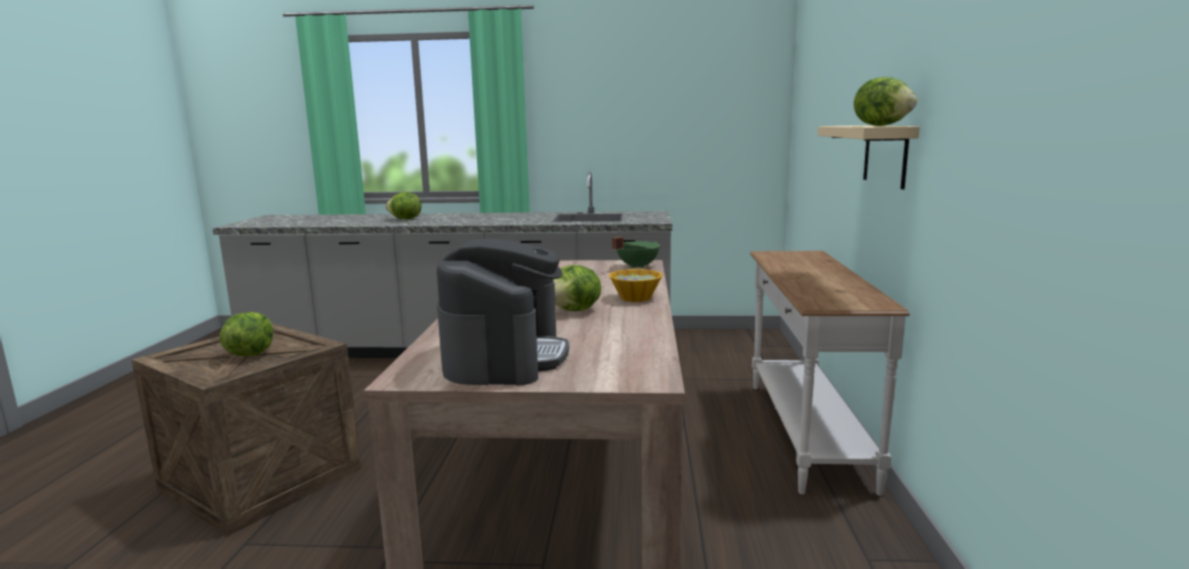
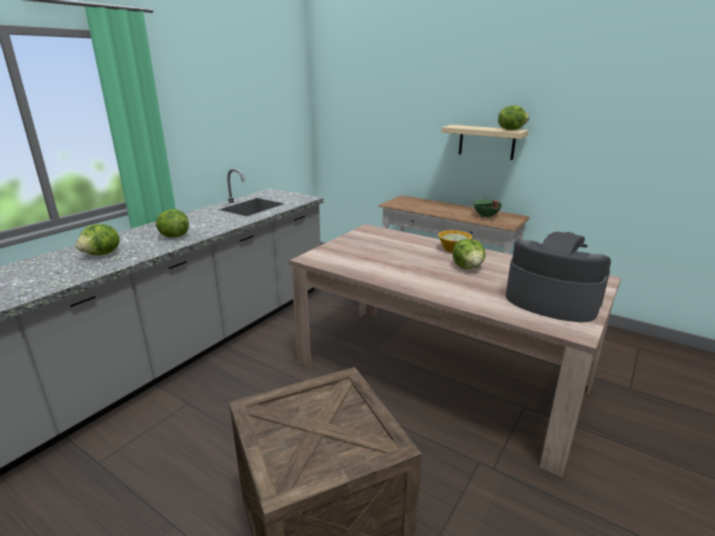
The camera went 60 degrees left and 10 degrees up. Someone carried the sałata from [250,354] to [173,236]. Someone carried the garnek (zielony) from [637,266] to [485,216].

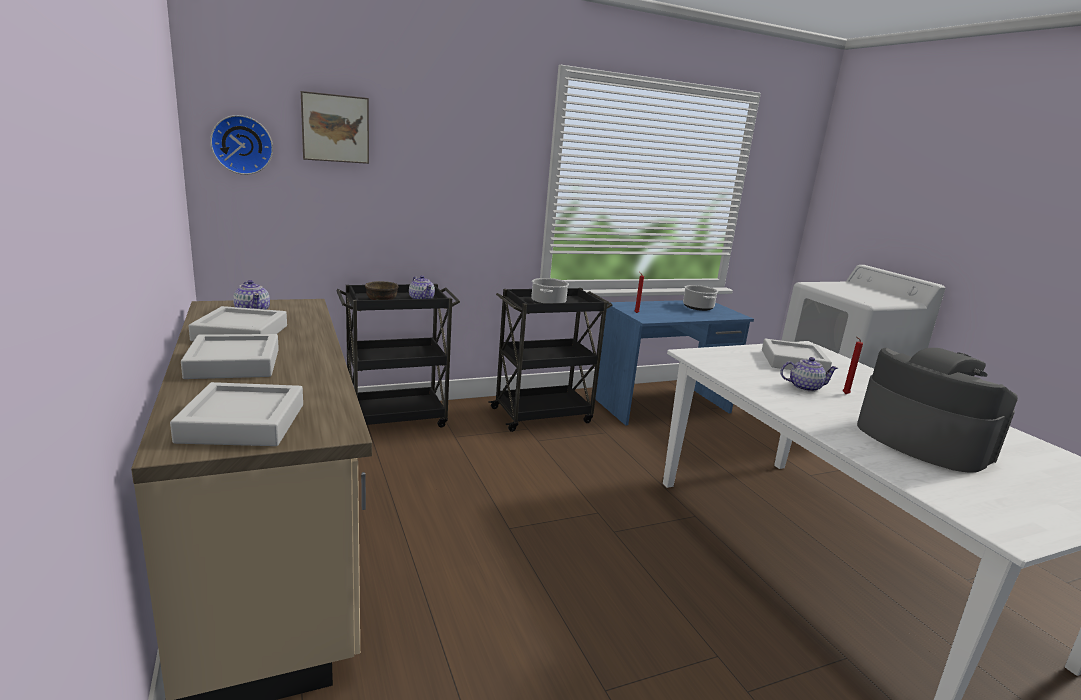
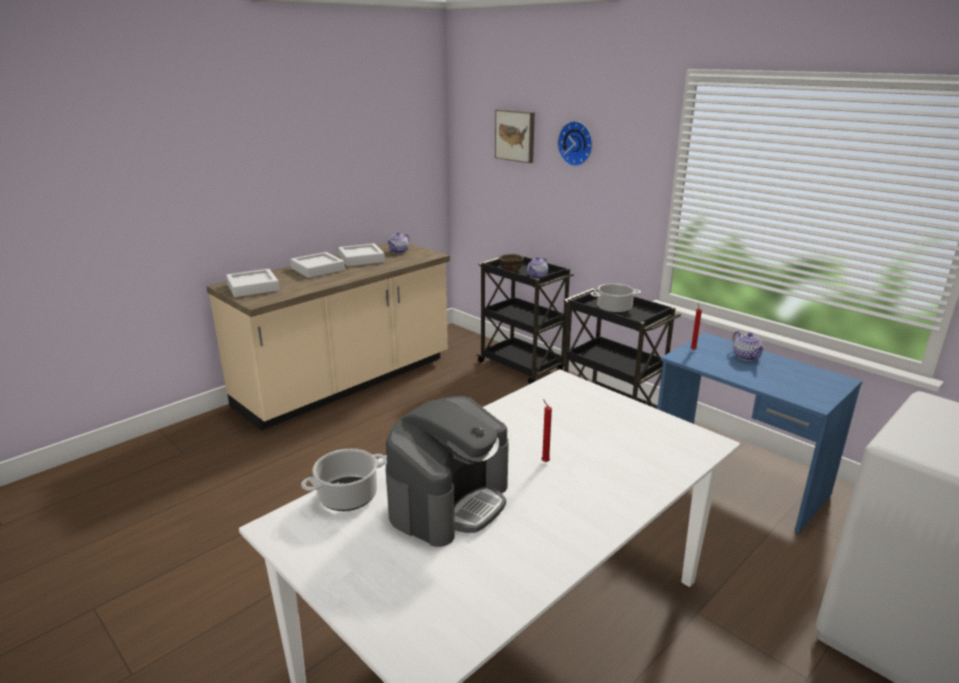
The camera went 70 degrees right and 5 degrees up. Someone carried the zegar ścienny from [242,145] to [577,143]. Someone carried the garnek from [698,307] to [347,496]. Someone took away the taca (szary) at [793,362]. Someone carried the imbryk from [804,387] to [746,356].

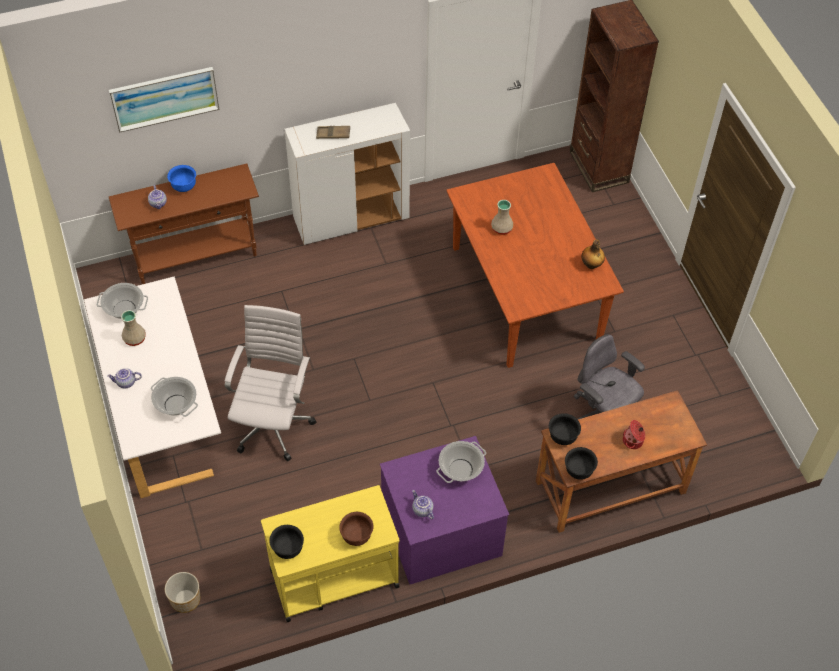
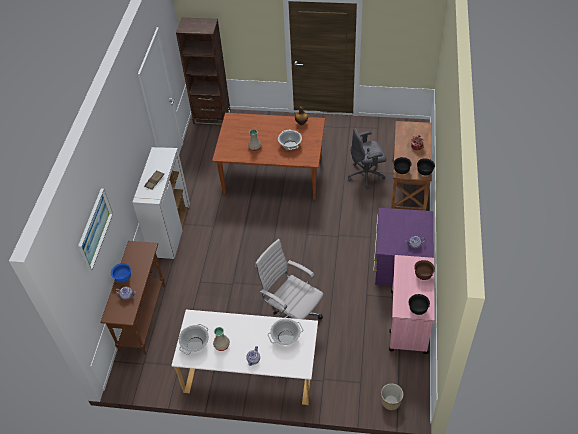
The camera went 60 degrees left and 5 degrees down. Someone repainted the wózek (żółty) at [333,578], which became the wózek (różowy) at [408,322]. Someone carried the garnek from [460,469] to [290,145].

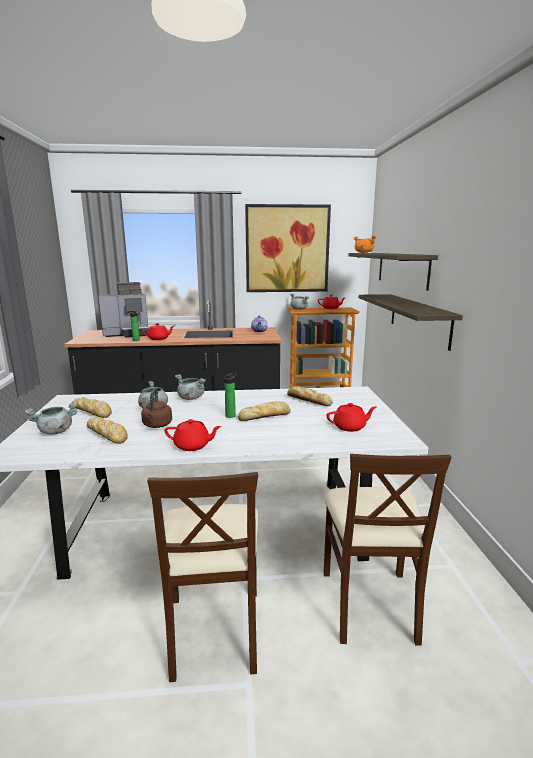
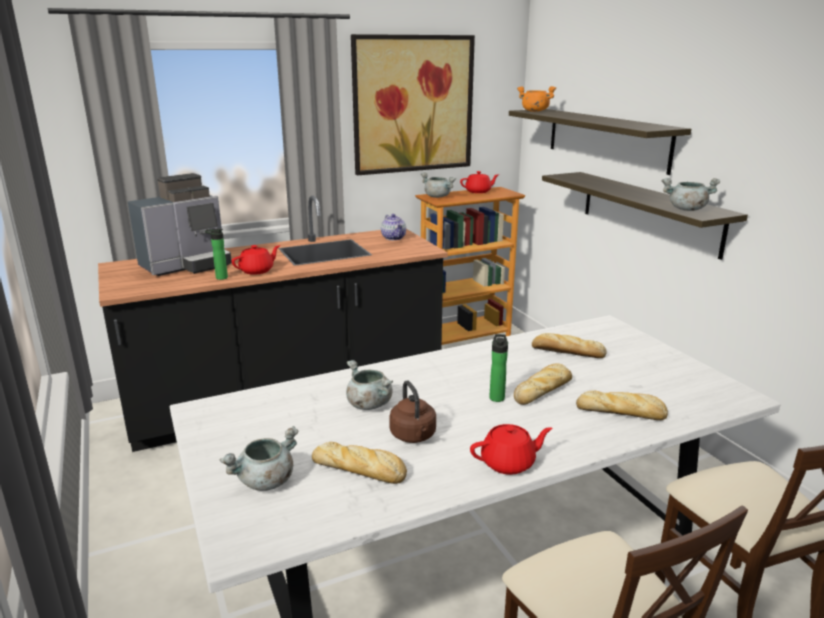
The camera went 20 degrees left and 5 degrees up. Someone carried the chleb from [92,412] to [622,412]. Someone carried the garnek (szary) from [190,398] to [686,209]. Someone took away the imbryk (czerwony) at [350,427].

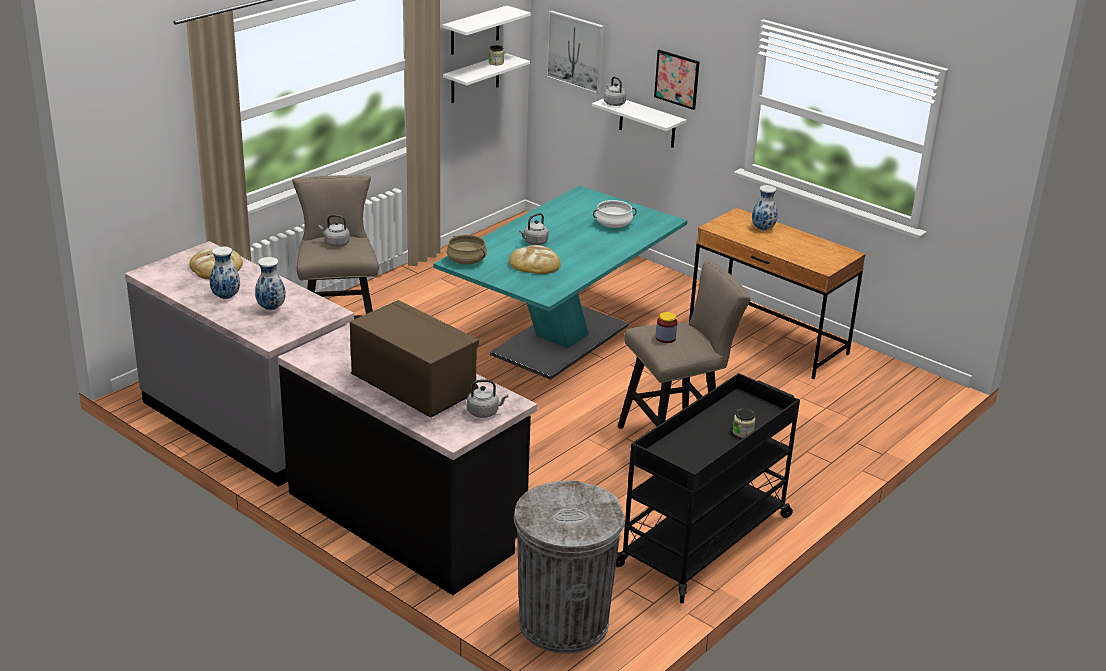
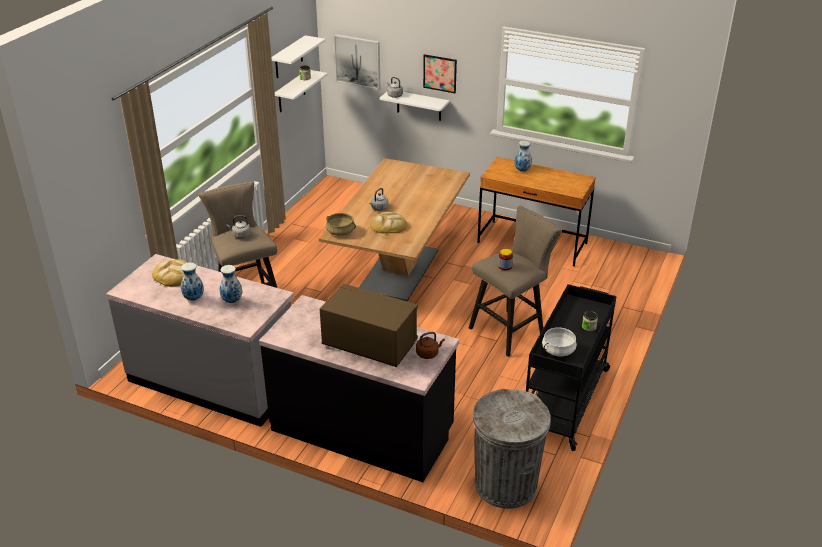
The camera went 15 degrees left and 5 degrees up. Someone repainted the stół jadalny (turkusowy) at [560,340], which became the stół jadalny (brązowy) at [399,270]. Someone repainted the czajnik (szary) at [484,412], which became the czajnik (brązowy) at [428,354]. Someone carried the garnek (biały) from [613,225] to [558,350].

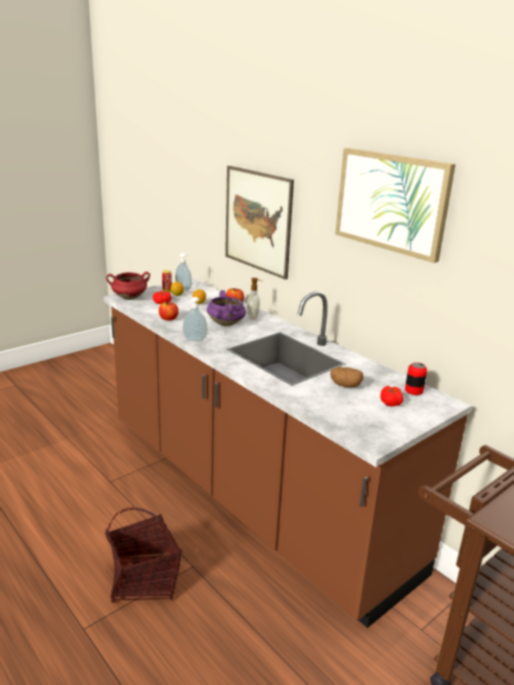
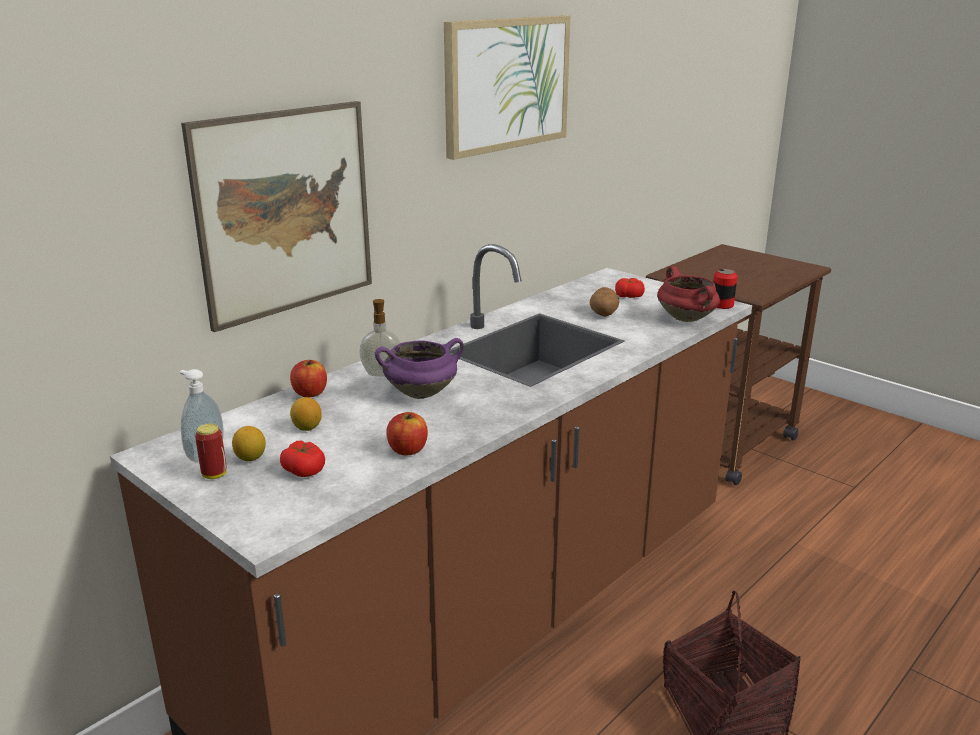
The camera went 95 degrees left and 0 degrees up. Someone carried the garnek (czerwony) from [129,298] to [687,319]. Someone took away the dozownik mydła at [194,340]. Someone carried the puszka from [413,391] to [722,305].

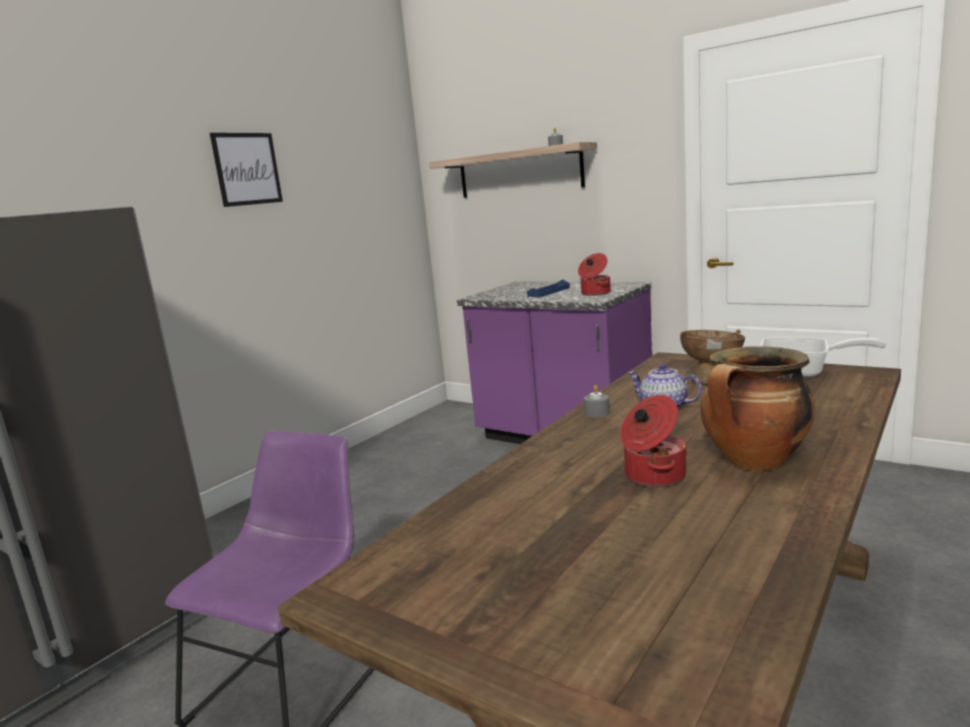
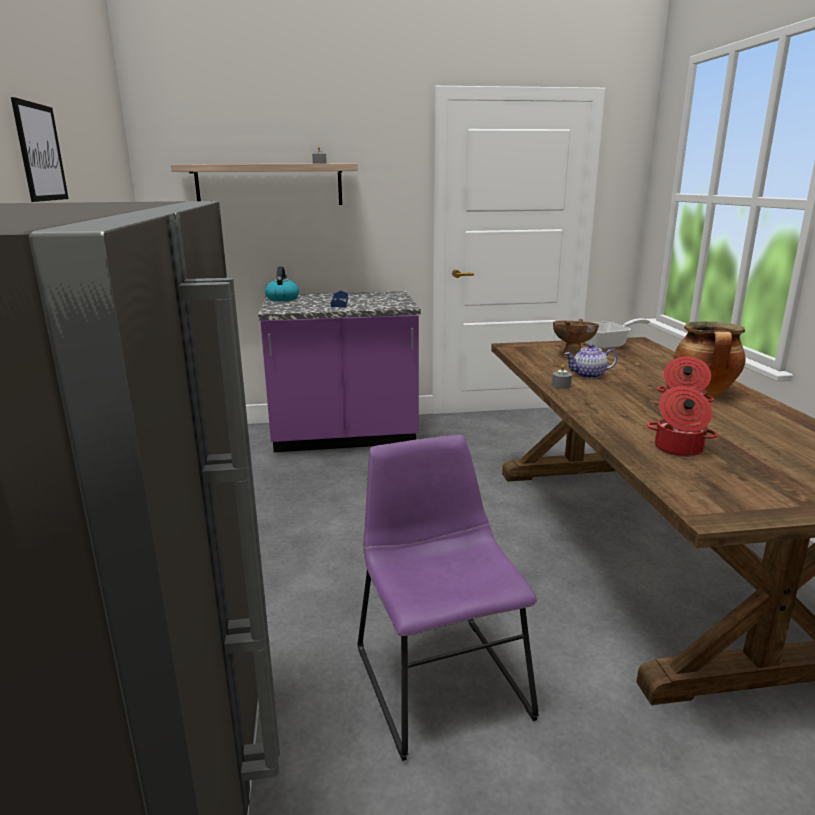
The camera went 45 degrees left and 5 degrees up. Someone carried the garnek from [595,293] to [678,449]. Someone put down the czajnik at [282,298].

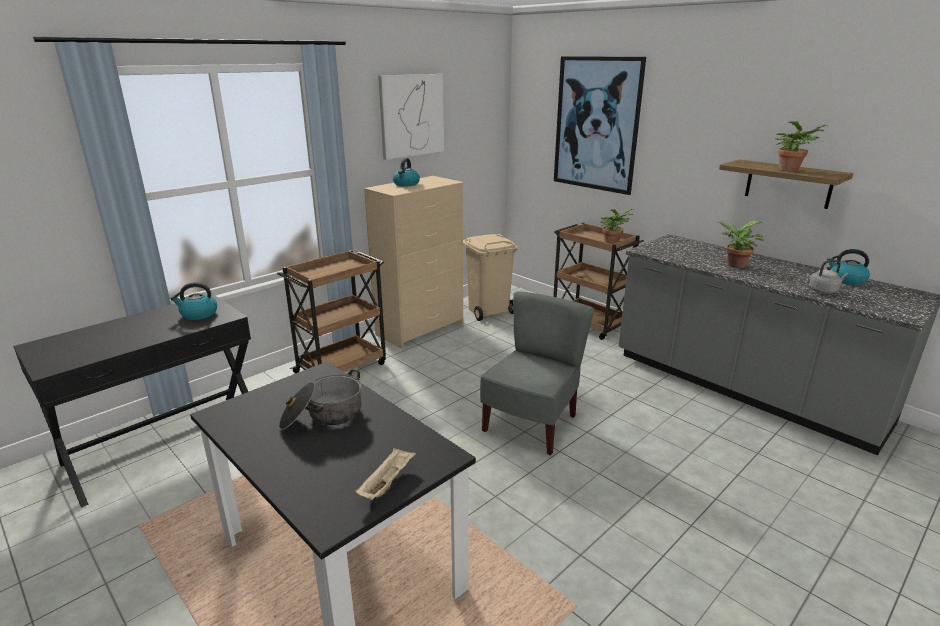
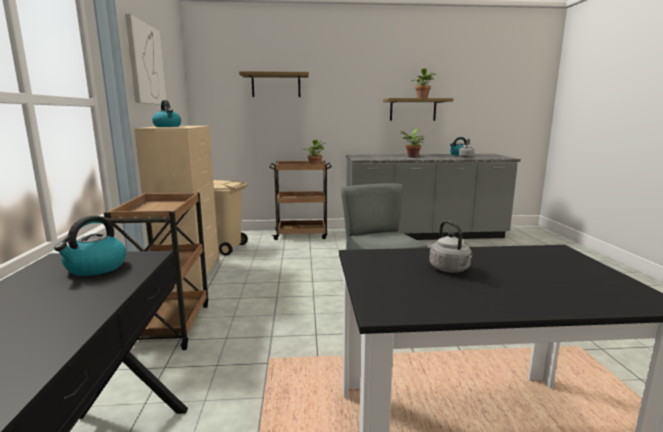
The camera went 50 degrees left and 10 degrees down. Someone swapped the garnek at [322,416] for the czajnik (szary) at [450,269]. Someone took away the taca (beżowy) at [387,482]. Someone swapped the obraz at [596,124] for the półka at [276,85].

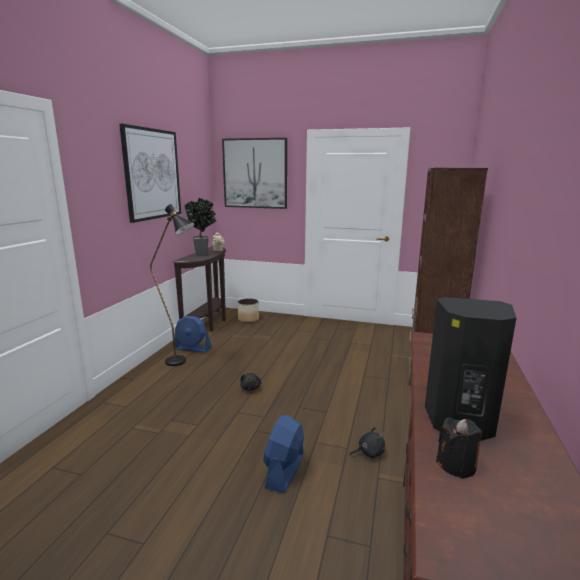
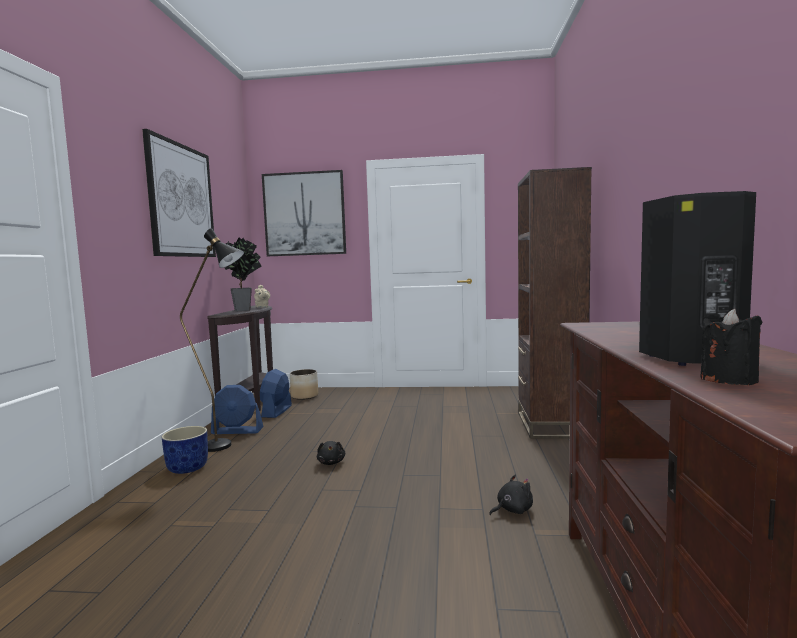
The camera went 10 degrees left and 10 degrees down. Someone carried the wentylator (niebieski) from [284,471] to [276,411]. Someone put down the donica (niebieski) at [187,468].

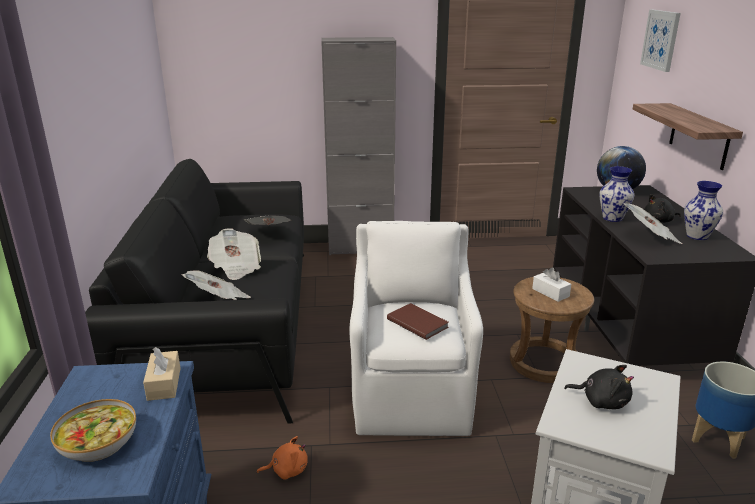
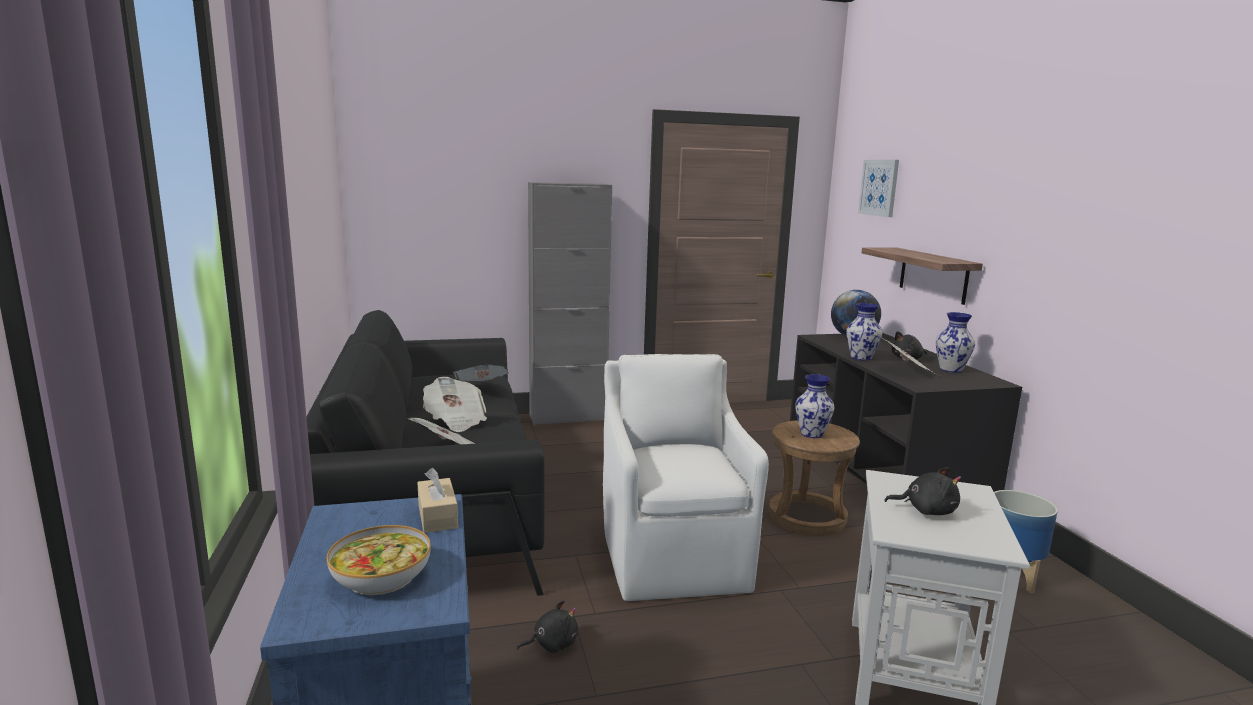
The camera went 10 degrees left and 10 degrees down. Someone repainted the pluszak (pomarańczowy) at [287,470], which became the pluszak (czarny) at [552,644]. Someone took away the książka (brązowy) at [417,322]. Someone swapped the pudełko chusteczek (biały) at [550,292] for the wazon at [812,434].

